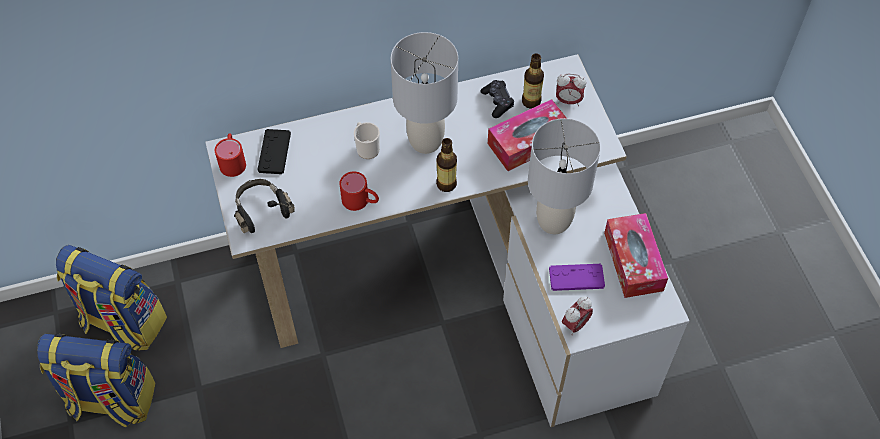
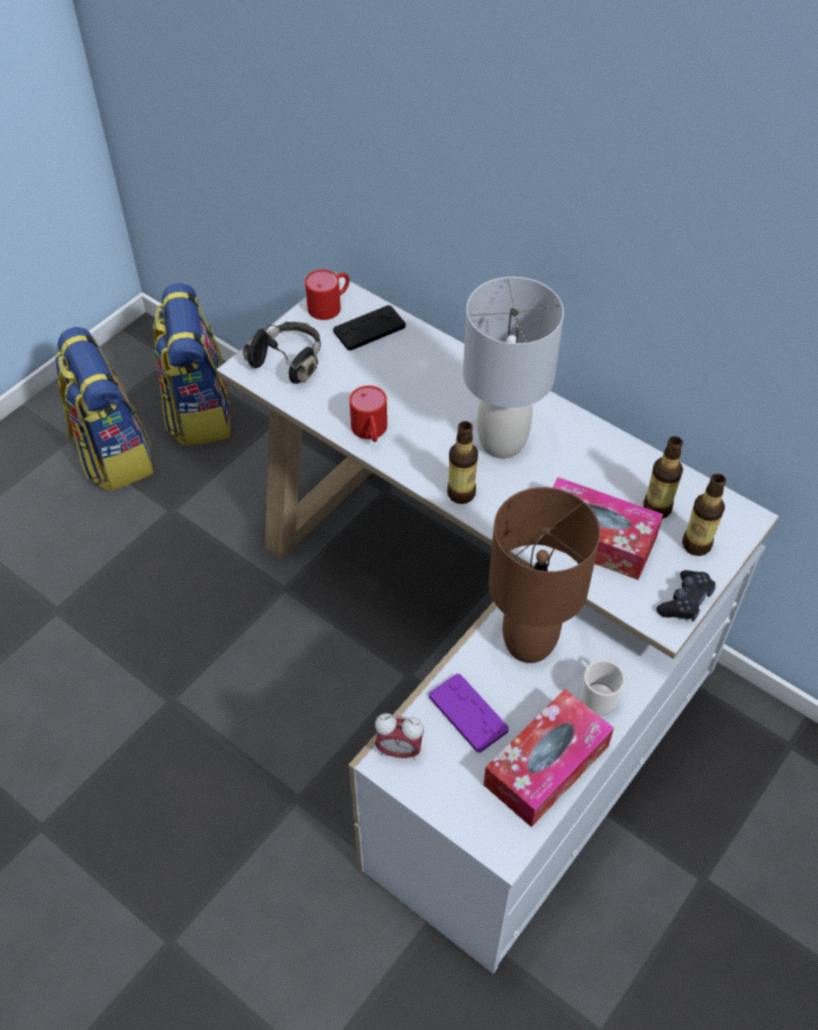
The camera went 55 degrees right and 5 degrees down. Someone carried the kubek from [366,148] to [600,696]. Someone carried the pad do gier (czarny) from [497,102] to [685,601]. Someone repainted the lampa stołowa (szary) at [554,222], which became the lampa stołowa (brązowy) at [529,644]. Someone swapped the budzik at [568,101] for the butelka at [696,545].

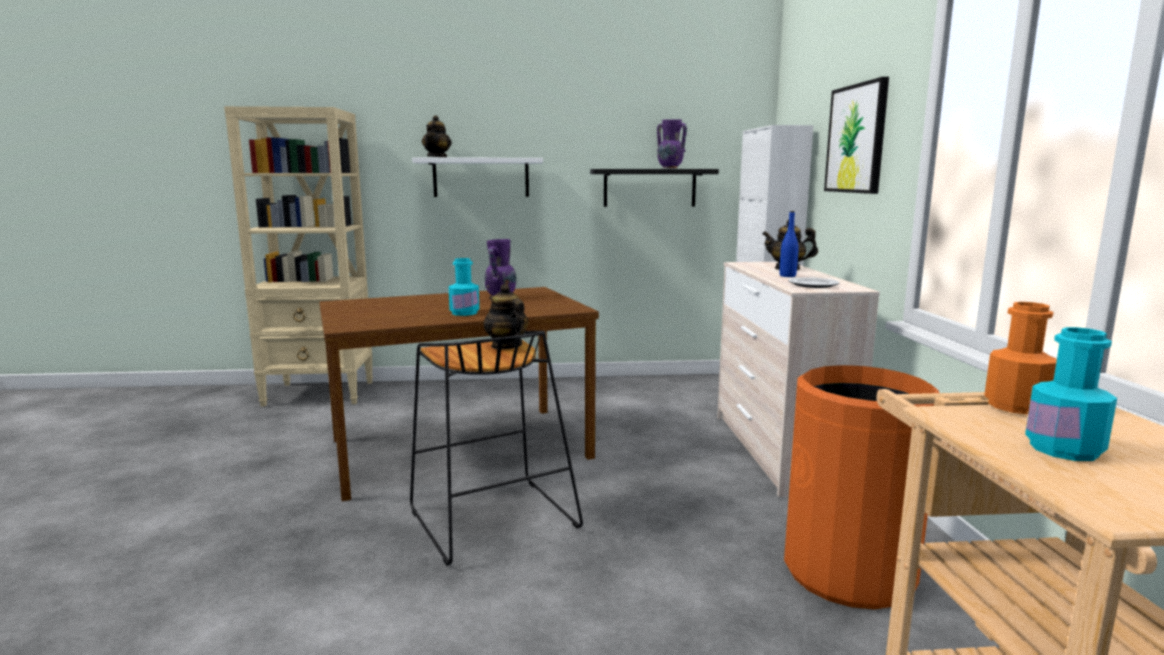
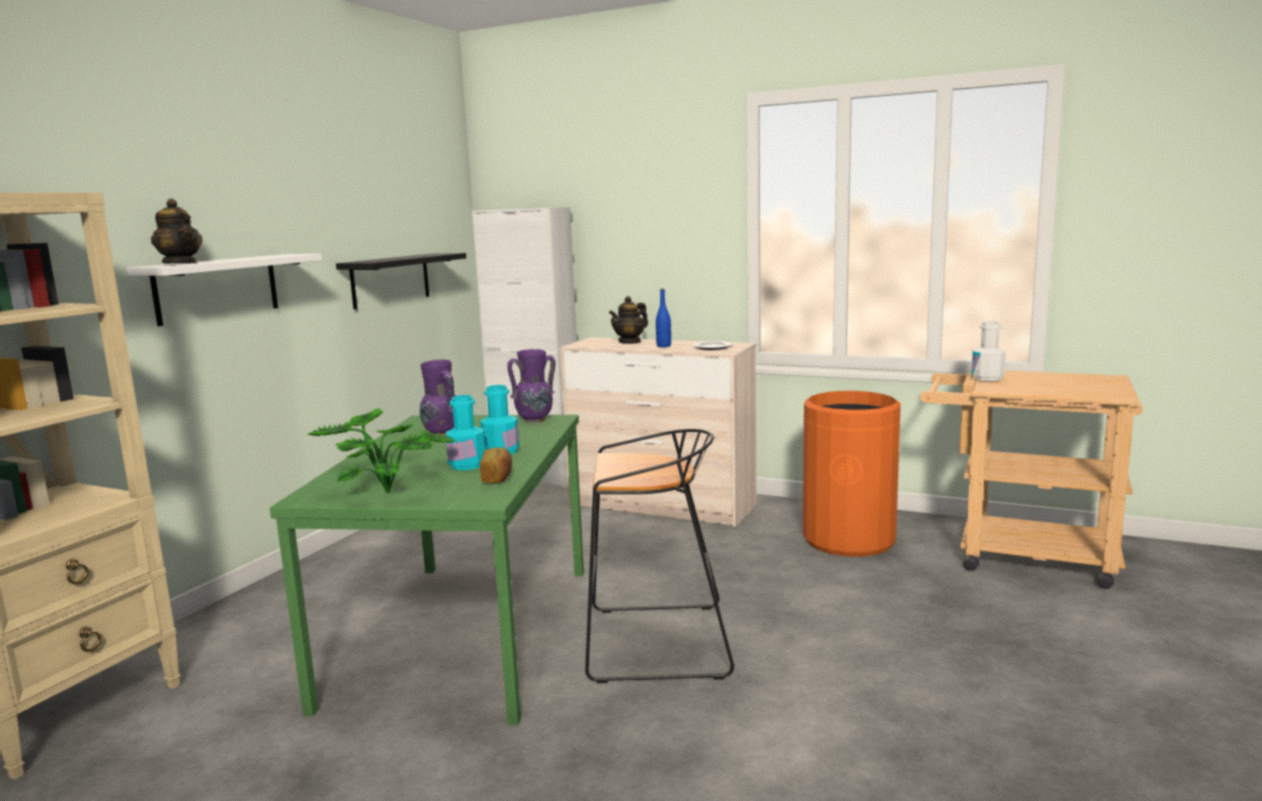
The camera went 60 degrees left and 0 degrees up. Someone repainted the stół jadalny (brązowy) at [461,448], which became the stół jadalny (zielony) at [463,632]. Someone took away the imbryk at [506,346]. Someone carried the wazon (fioletowy) from [670,168] to [535,420]. Someone took away the obraz at [856,139]. Someone repainted the butelka (pomarańczowy) at [1016,406], which became the butelka (biały) at [987,378]. Someone carried the butelka (turkusowy) from [1064,449] to [467,465]. Someone put down the roślina doniczkowa at [387,490]. Someone put down the chleb at [498,477].

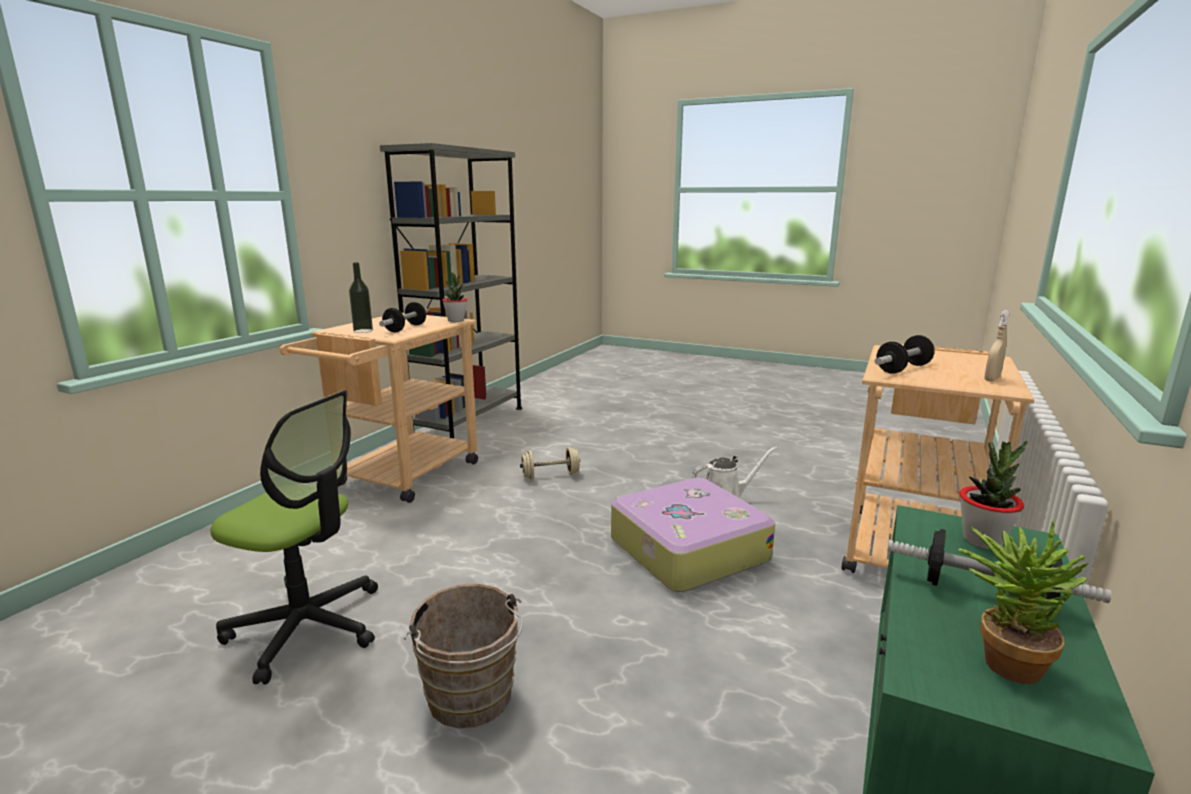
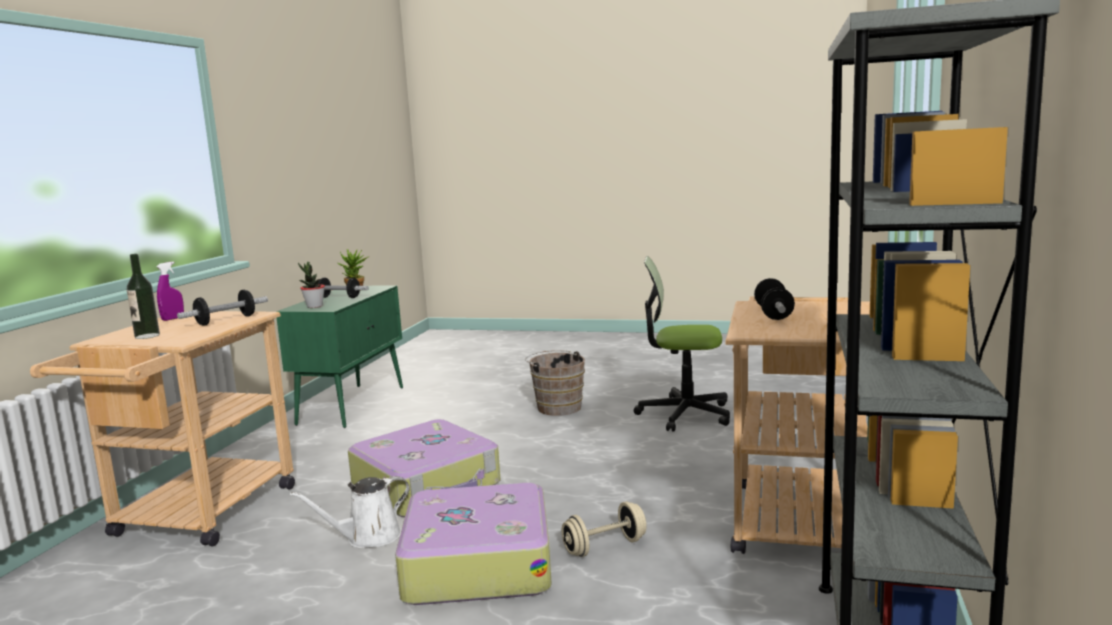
The camera went 170 degrees right and 5 degrees down. Someone carried the butelka from [363,331] to [147,336]. Someone took away the roślina doniczkowa at [456,320]. Someone repainted the spryskiwacz (beżowy) at [992,379], which became the spryskiwacz (fioletowy) at [173,318]. Someone put down the walizka at [476,563].

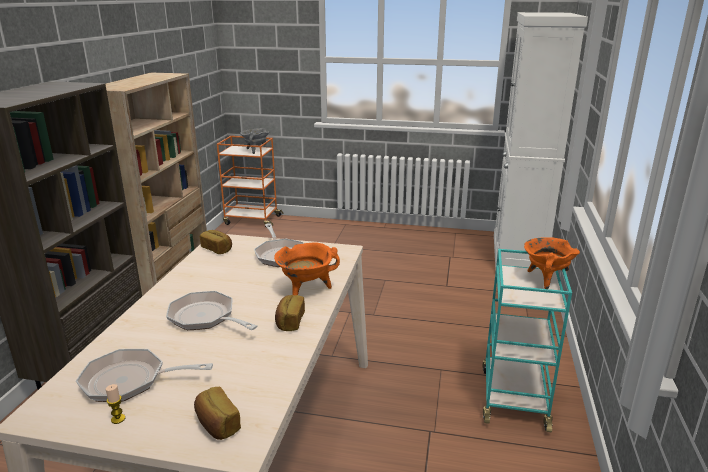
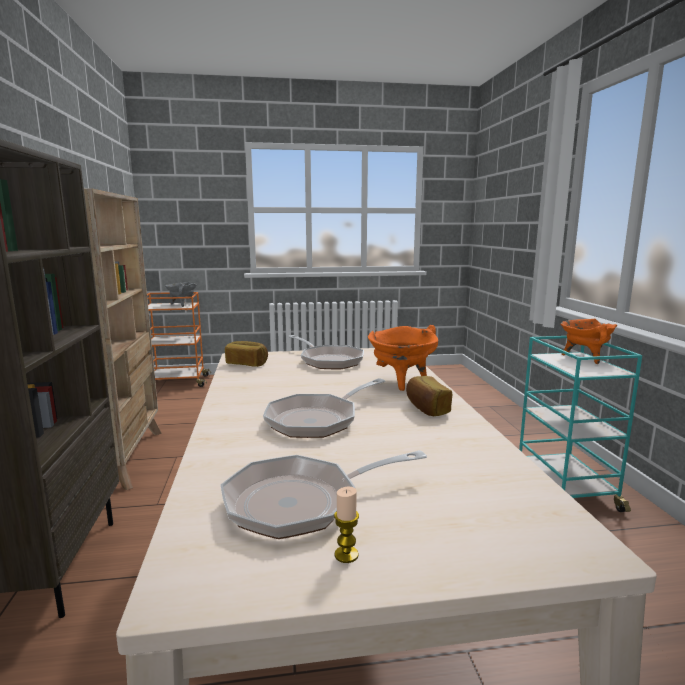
The camera went 20 degrees left and 10 degrees down. Someone rotated the patelnia at [206,318] by 60 degrees counterclockwise. Someone took away the chleb at [216,424]. Someone took away the szafka (biały) at [517,255].

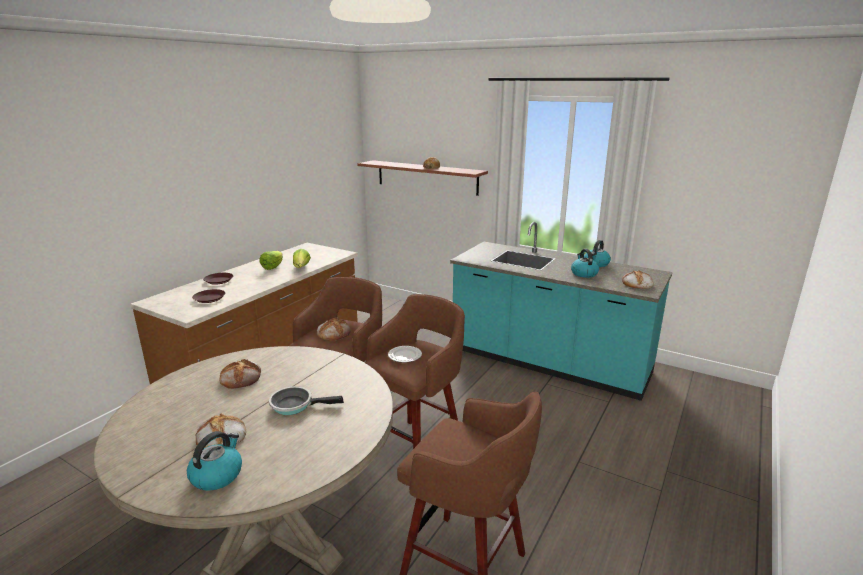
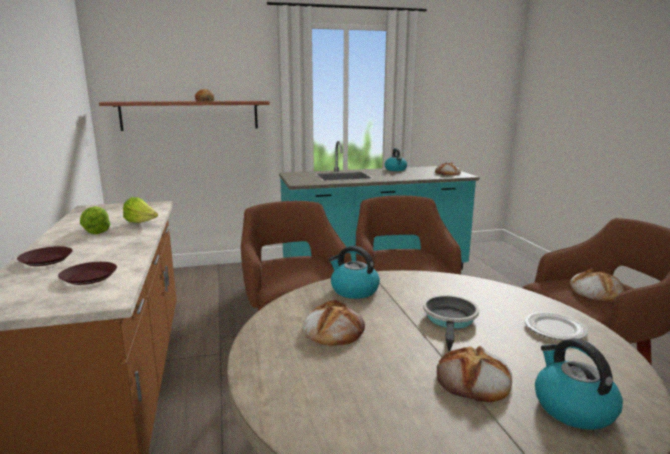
The camera went 45 degrees left and 5 degrees down. Someone rotated the patelnia at [295,405] by 150 degrees clockwise. Someone carried the chleb from [334,333] to [595,291]. Someone carried the talerz from [404,356] to [555,329]. Someone carried the czajnik from [583,273] to [353,290].

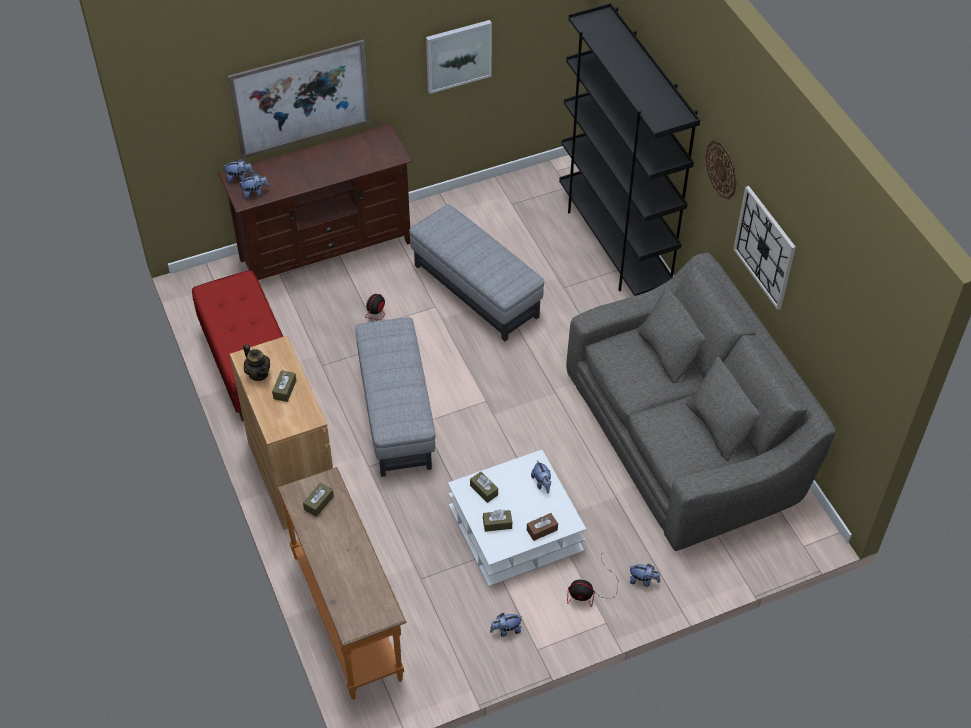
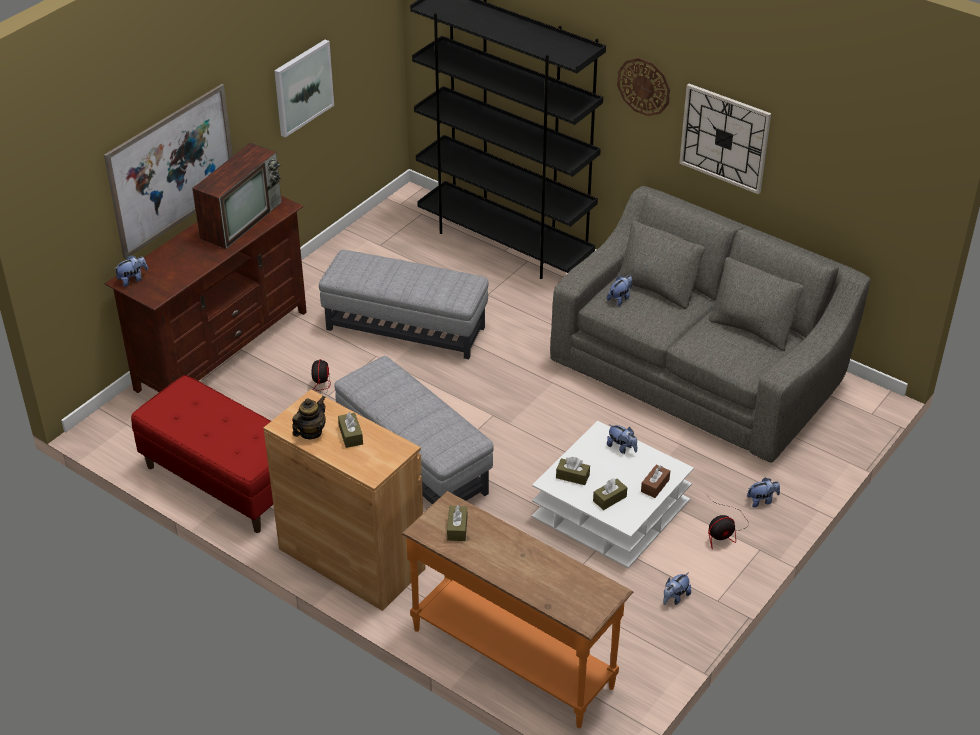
The camera went 30 degrees left and 10 degrees down. Someone carried the pluszak from [255,193] to [620,298]. Someone rotated the imbryk at [258,373] by 75 degrees counterclockwise. Someone put down the telewizor at [241,219].

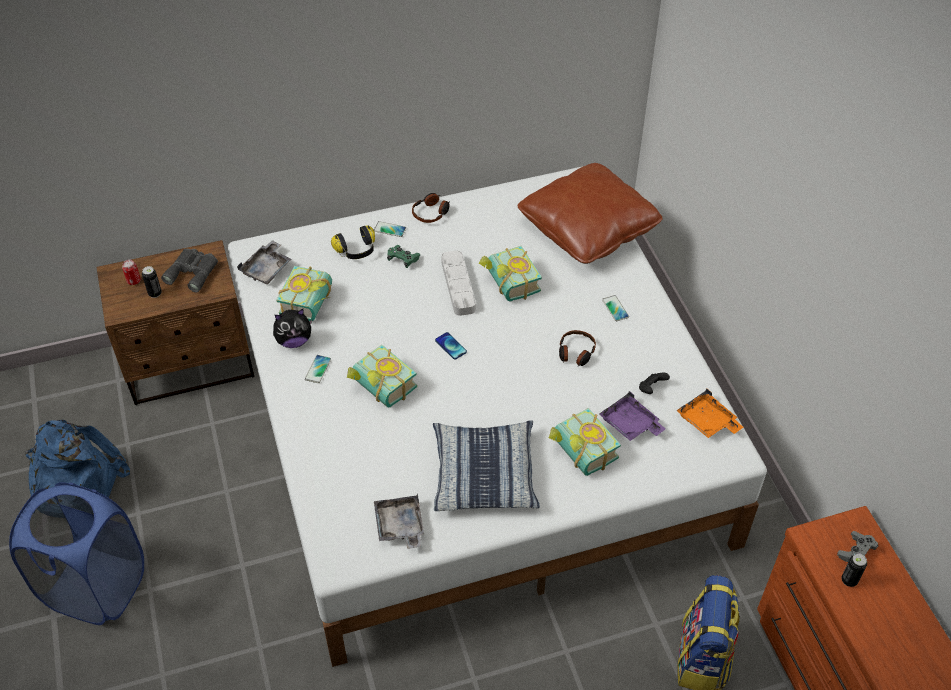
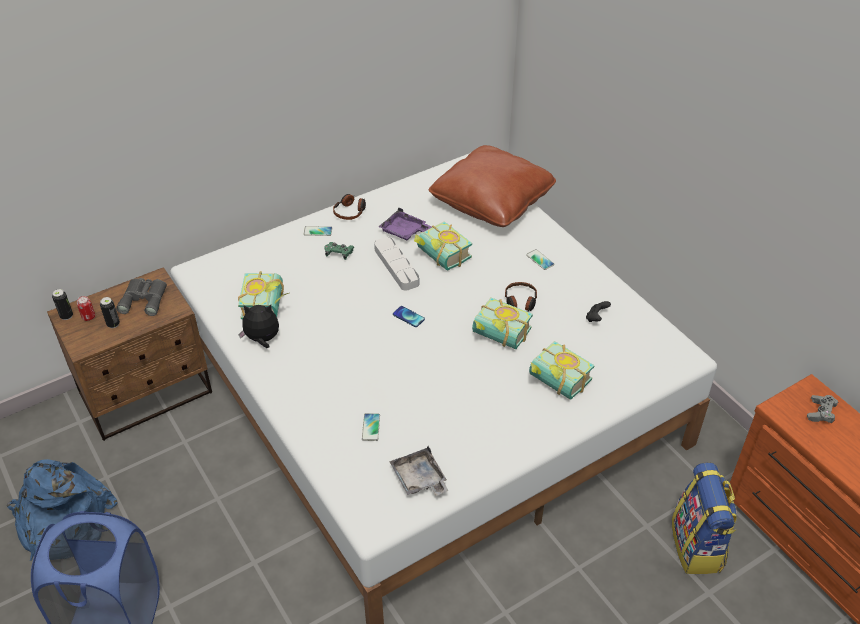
The camera went 15 degrees left and 5 degrees down. Someone took away the taca (szary) at [267,269]. Someone rotated the pluszak at [294,341] by 150 degrees counterclockwise. Someone carried the telefon from [318,369] to [371,427]. Someone took away the słuchawki at [357,250]. Someone carried the książka from [379,389] to [498,337]. Someone took away the poduszka at [484,473]. Someone carried the taca (fioletowy) from [630,424] to [404,231]. Someone took away the taca (pomarańczowy) at [707,422]. Someone carried the puszka from [849,580] to [66,316].

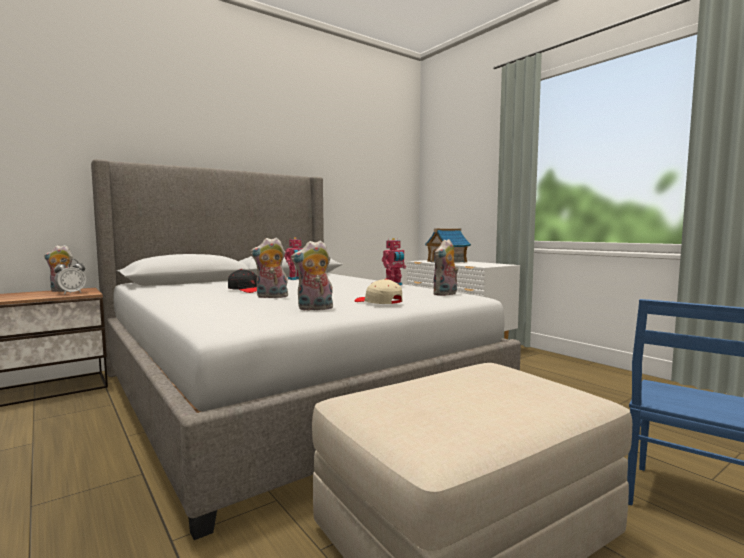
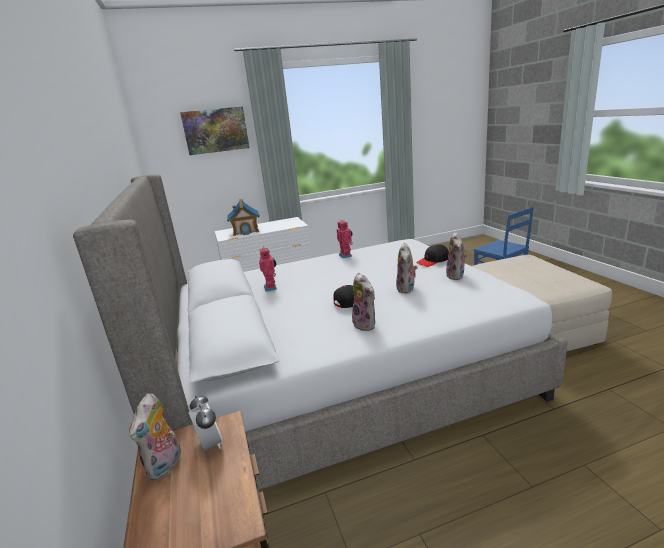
The camera went 70 degrees left and 15 degrees up. Someone repainted the czapka z daszkiem (beżowy) at [378,302], which became the czapka z daszkiem (czarny) at [433,261]. Someone carried the pluszak from [445,294] to [366,324]. Someone put up the obraz at [215,130].

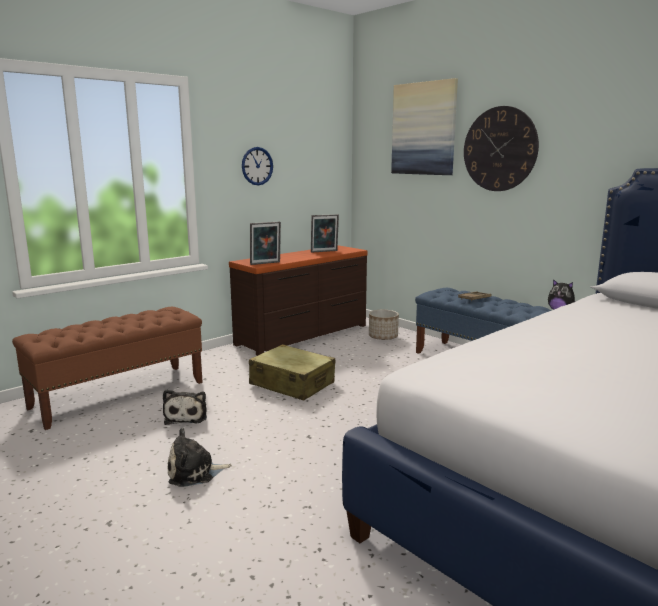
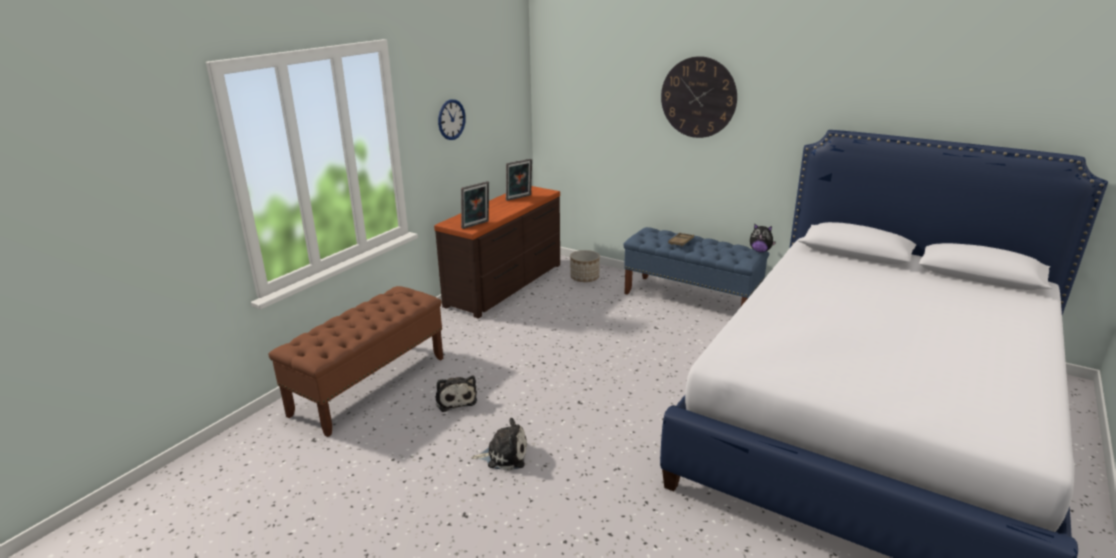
The camera went 15 degrees left and 10 degrees up. Someone rotated the pluszak at [195,472] by 150 degrees counterclockwise. Someone took away the walizka (beżowy) at [292,384]. Someone took away the obraz at [424,129].

